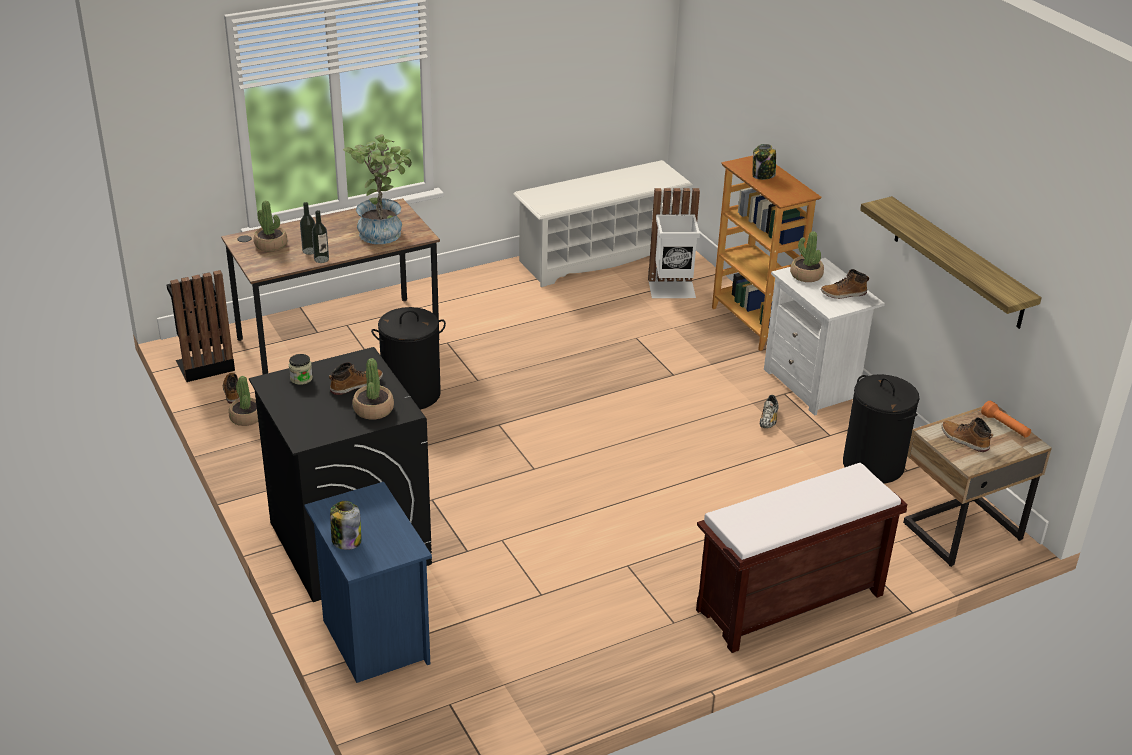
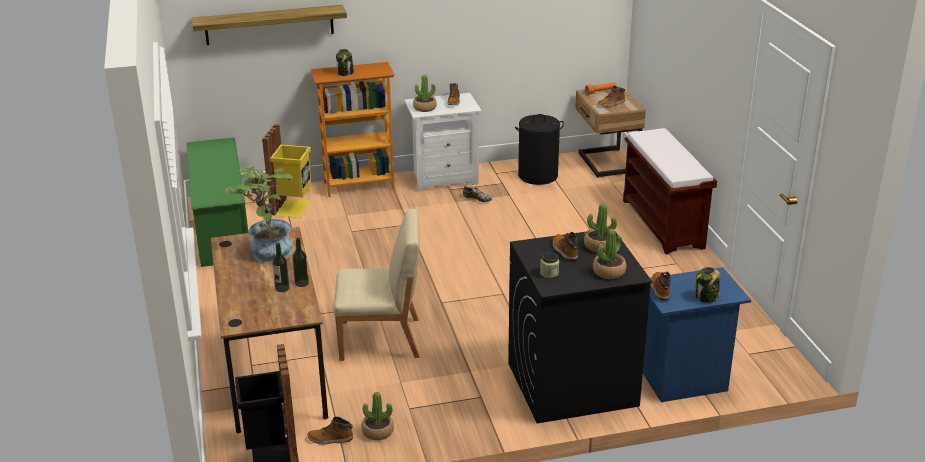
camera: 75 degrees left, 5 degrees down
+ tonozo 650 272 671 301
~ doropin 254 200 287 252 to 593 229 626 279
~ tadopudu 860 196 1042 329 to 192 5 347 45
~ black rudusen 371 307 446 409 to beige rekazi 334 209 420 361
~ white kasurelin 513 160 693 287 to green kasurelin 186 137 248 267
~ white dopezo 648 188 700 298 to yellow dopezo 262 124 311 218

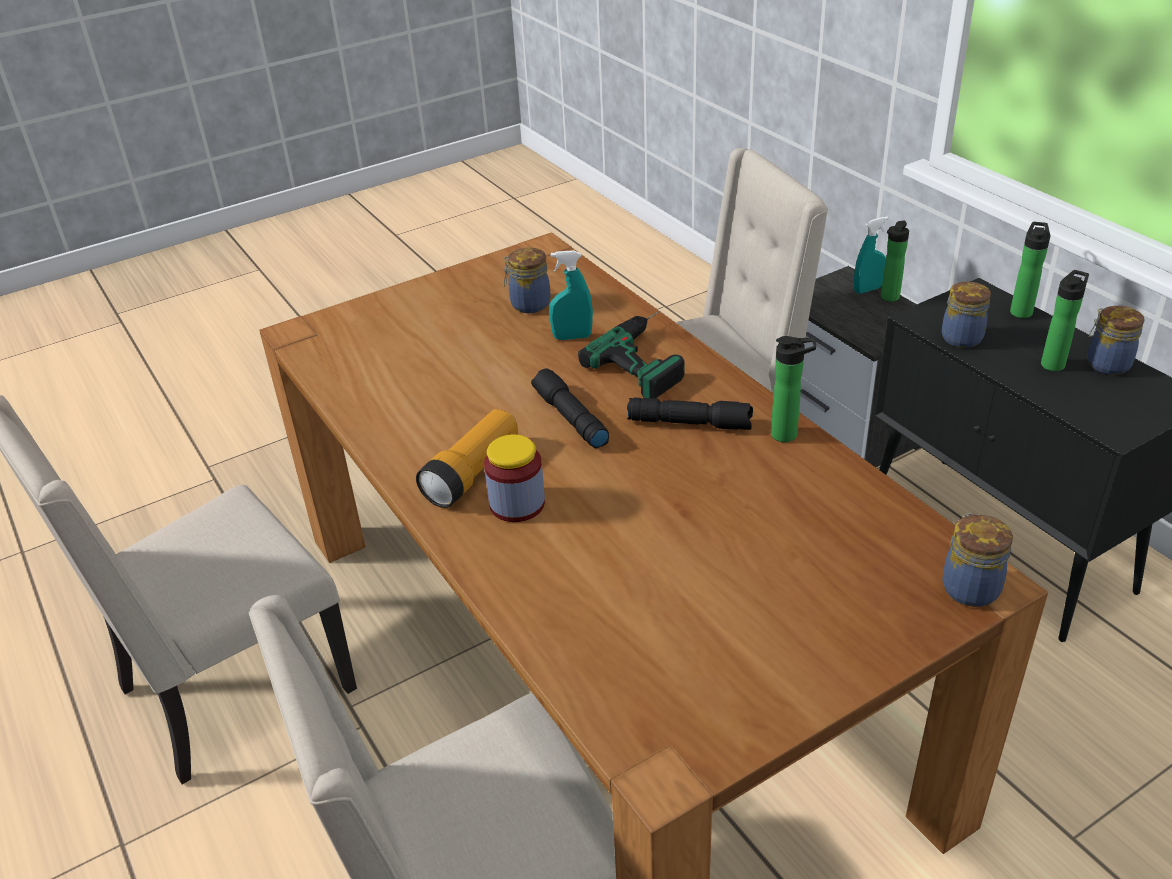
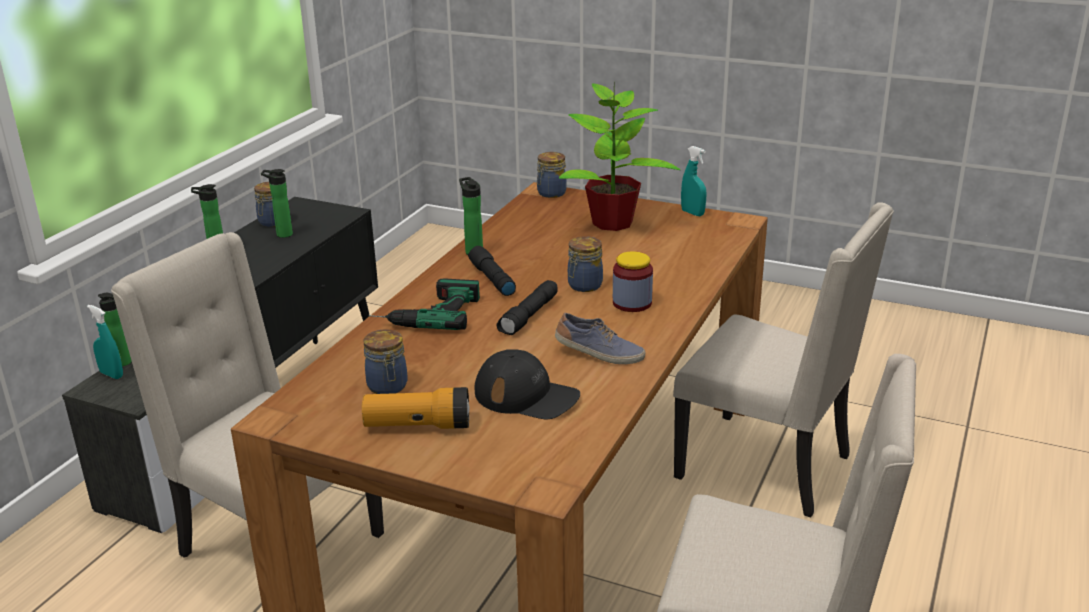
camera: 125 degrees left, 10 degrees down
+ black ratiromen 475 349 580 419
+ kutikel 555 313 646 364
+ doropin 559 82 681 231
~ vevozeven 416 409 518 508 to 362 387 470 429
~ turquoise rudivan 549 250 593 340 to 681 146 706 216
~ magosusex 942 282 991 348 to 568 236 603 292

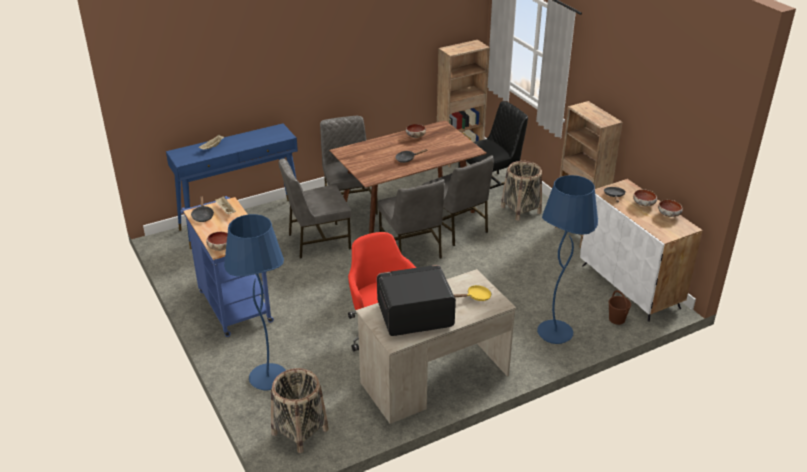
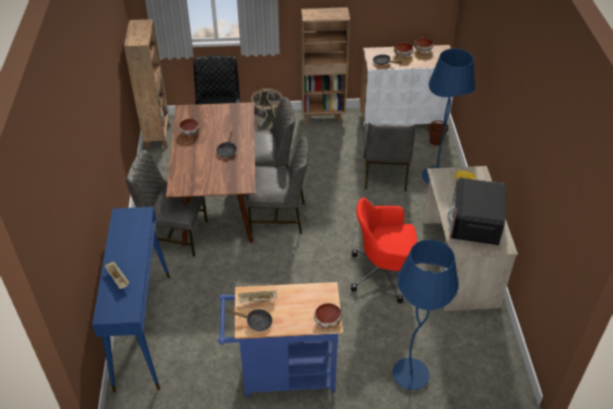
camera: 65 degrees left, 10 degrees up
- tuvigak 271 368 329 453
~ grey rekazi 278 159 352 259 to 364 122 416 192

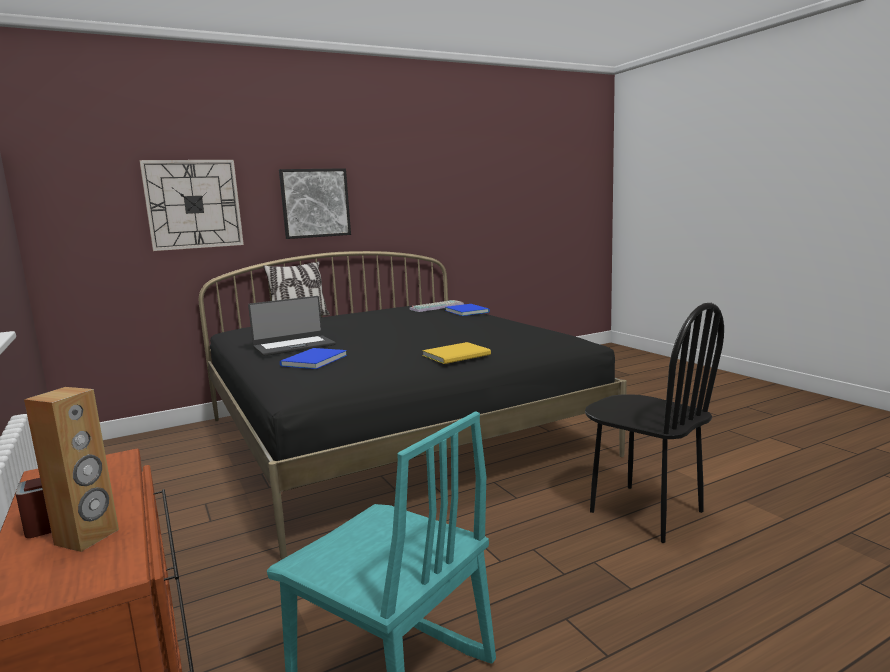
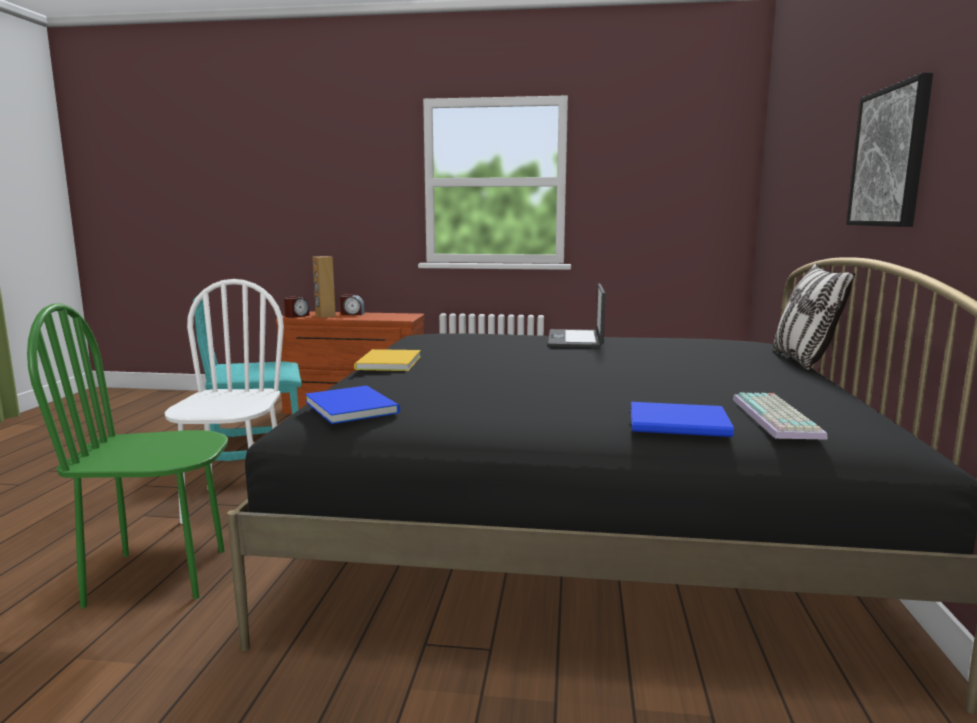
camera: 125 degrees right, 0 degrees up
- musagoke 139 160 244 251
+ white rekazi 165 279 284 524
+ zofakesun 284 296 309 318
~ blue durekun 280 348 347 369 to 305 385 400 424
~ black rekazi 585 303 724 543 to green rekazi 27 303 228 608

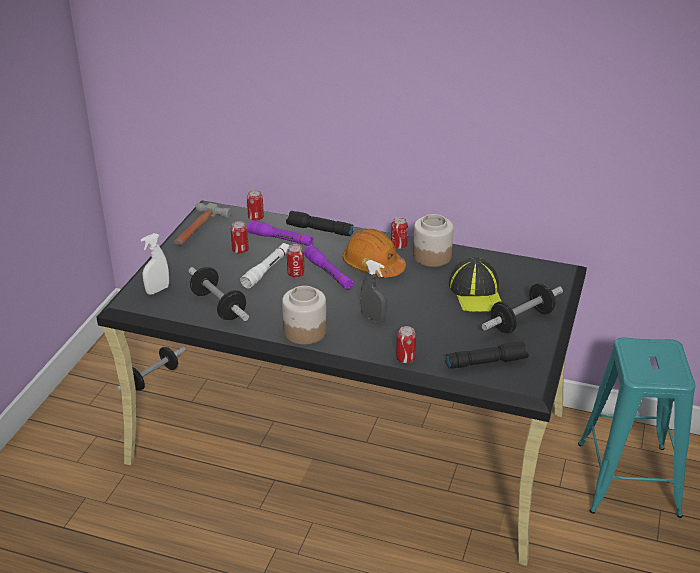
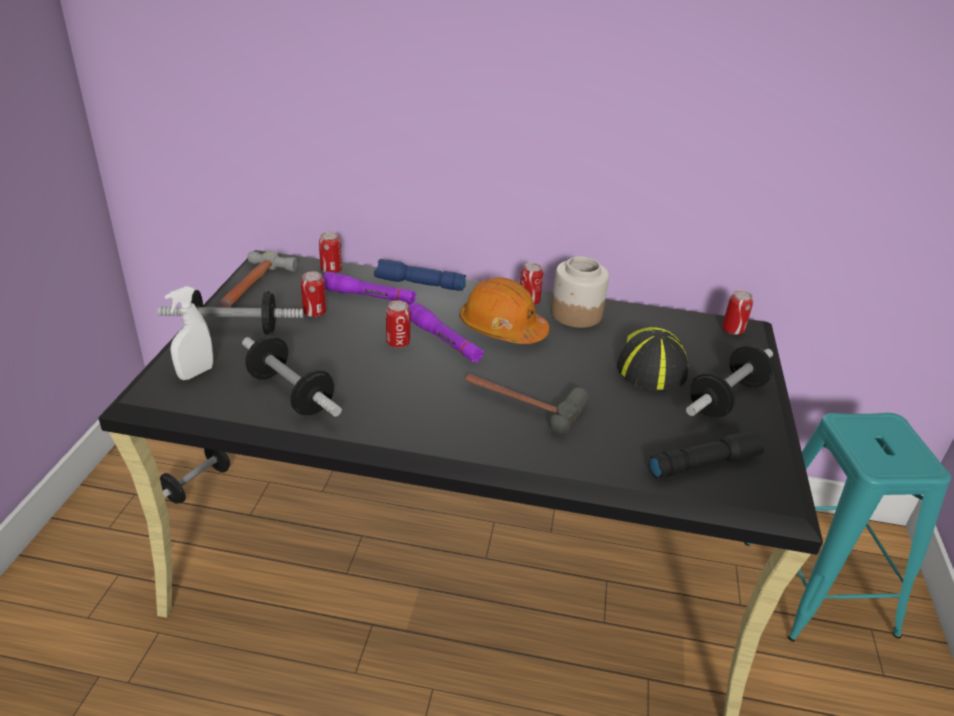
camera: 10 degrees left, 0 degrees up
- white vevozeven 240 243 289 288
- magosusex 282 286 327 345
+ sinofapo 158 290 304 334
~ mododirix 396 326 416 363 to 722 290 753 335
~ grey rudivan 360 260 387 322 to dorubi 465 374 589 434
~ black vevozeven 286 211 353 236 to blue vevozeven 374 259 466 291
~ ratiromen 449 257 502 312 = 617 327 688 391 150 degrees counterclockwise

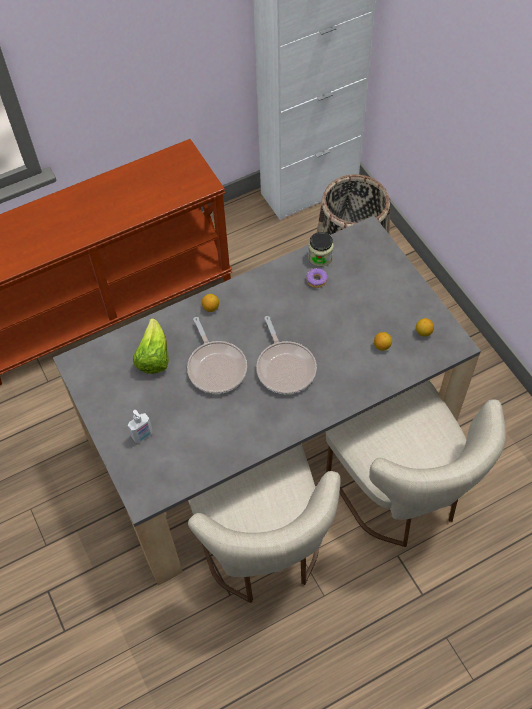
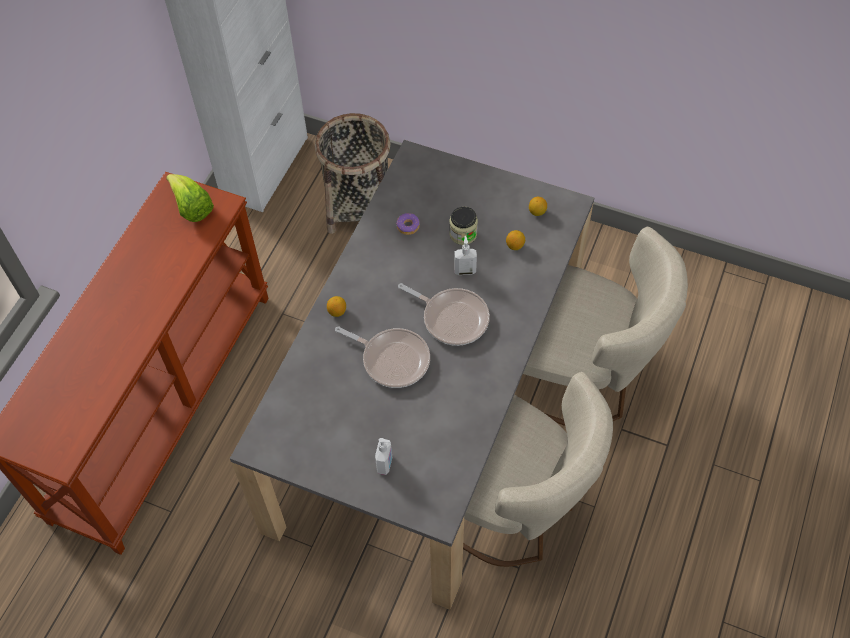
camera: 40 degrees left, 0 degrees up
+ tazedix 454 236 477 275
~ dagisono 133 318 169 374 to 166 174 214 222
~ magosusex 308 232 334 266 to 449 207 478 245

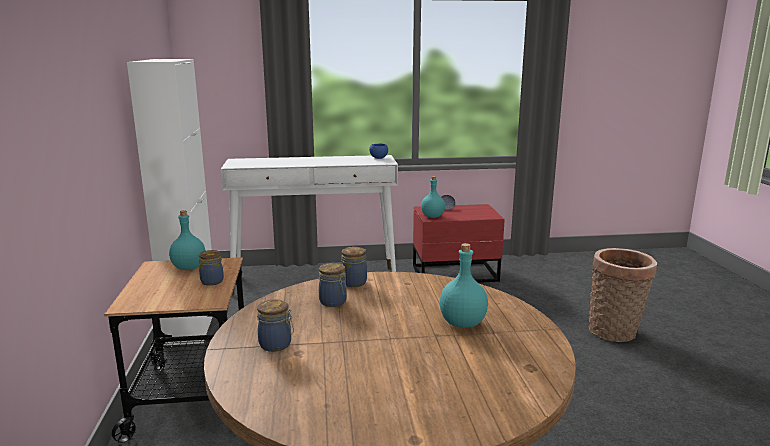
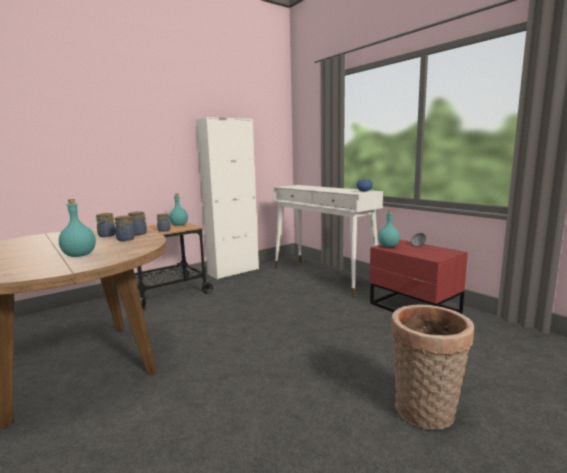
camera: 60 degrees right, 5 degrees down
~ magosusex 257 299 294 352 to 115 215 135 241

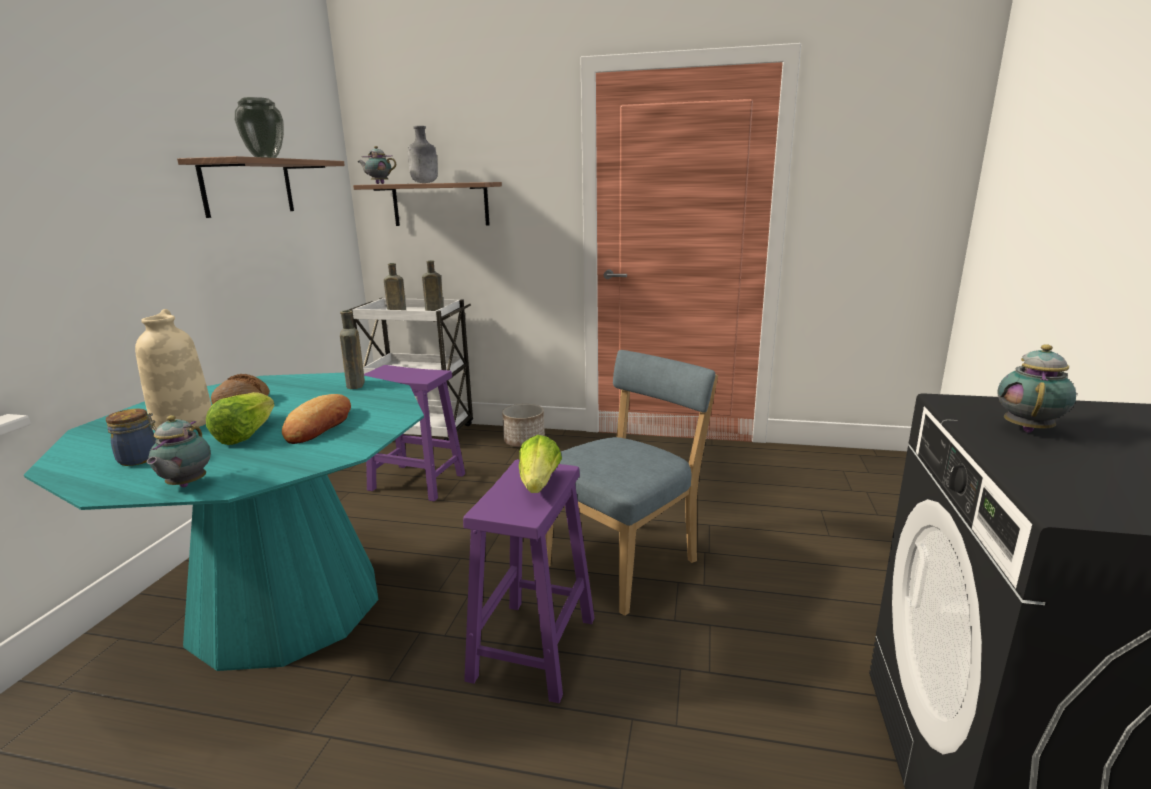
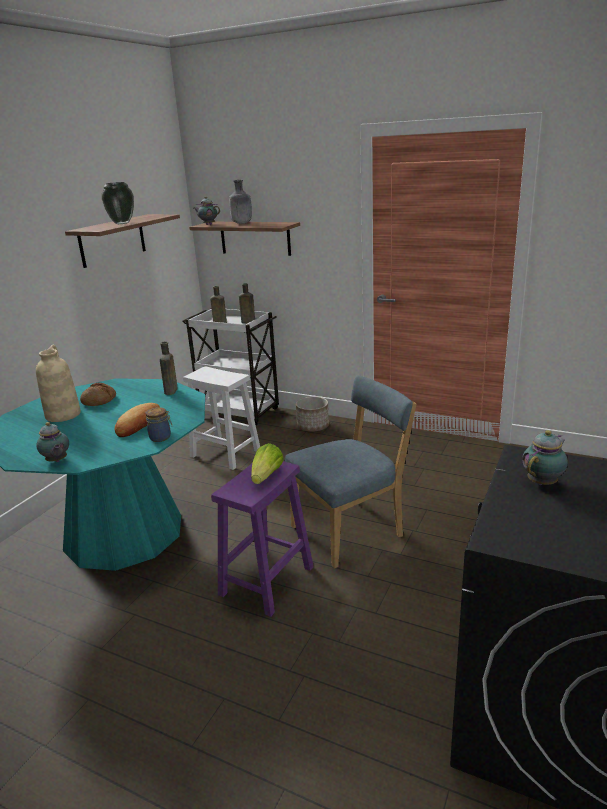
camera: 15 degrees right, 5 degrees up
- dagisono 206 392 275 445
~ magosusex 106 409 157 466 to 145 407 172 442
~ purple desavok 364 365 465 502 to white desavok 183 366 260 470
~ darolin 147 415 211 487 = 36 422 69 462 45 degrees counterclockwise

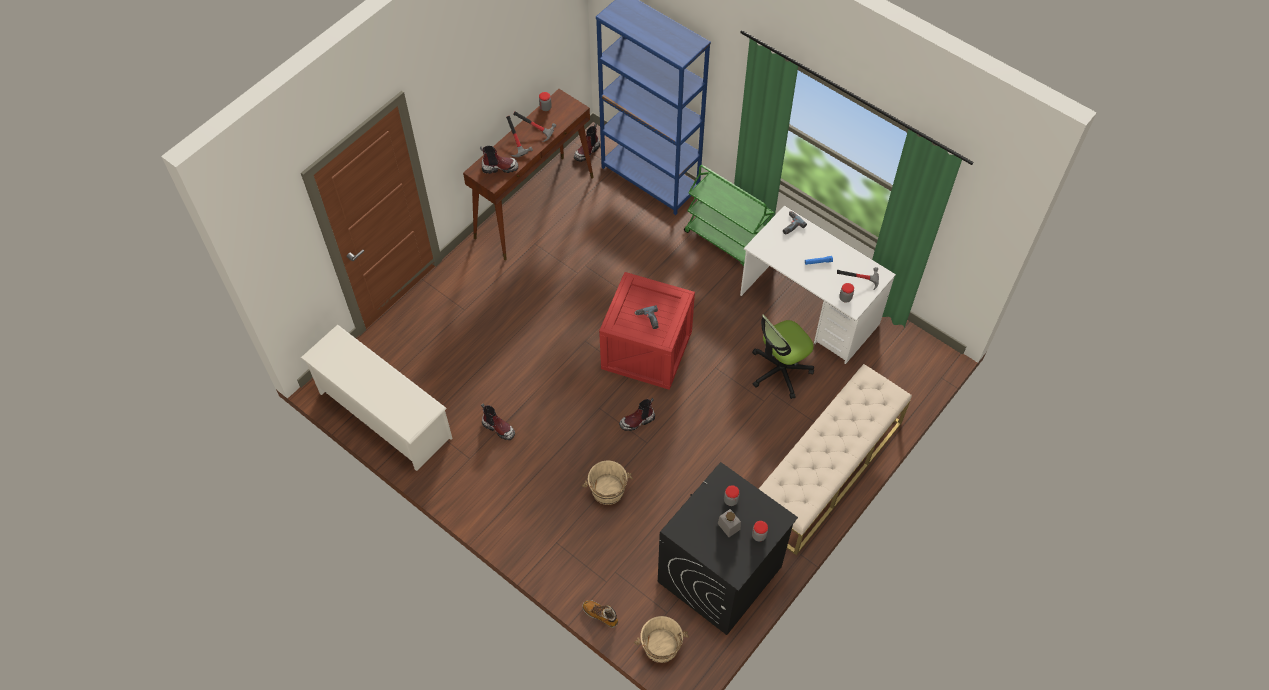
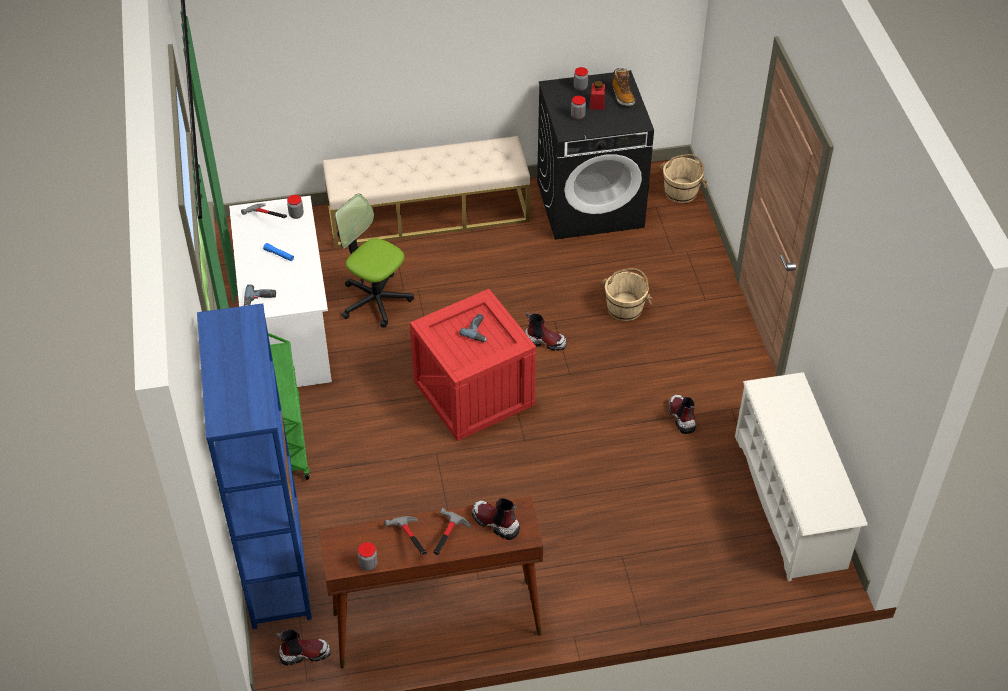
camera: 140 degrees left, 10 degrees down
~ tonozo 582 600 618 628 to 612 68 635 106
~ grey magosusex 718 509 741 537 to red magosusex 590 81 605 110
~ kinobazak 752 315 814 399 = 335 194 414 328 150 degrees counterclockwise

